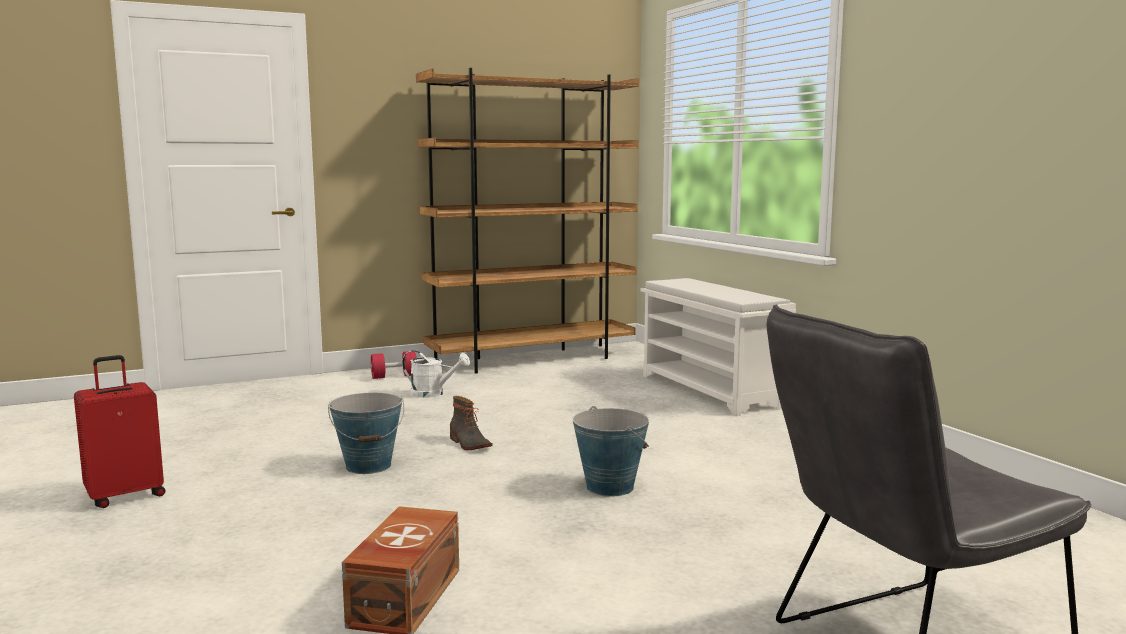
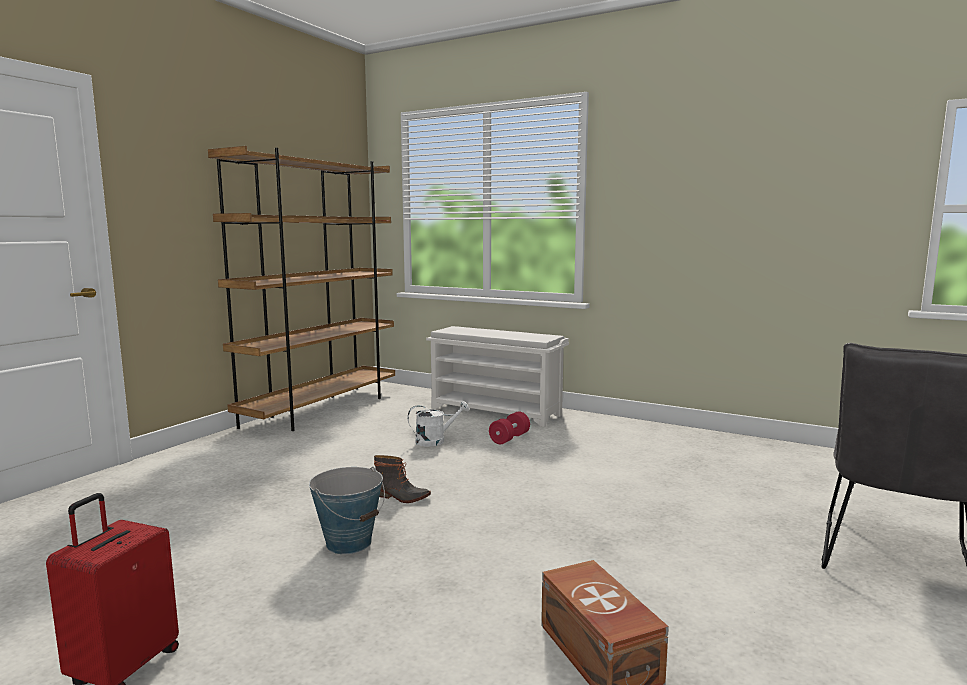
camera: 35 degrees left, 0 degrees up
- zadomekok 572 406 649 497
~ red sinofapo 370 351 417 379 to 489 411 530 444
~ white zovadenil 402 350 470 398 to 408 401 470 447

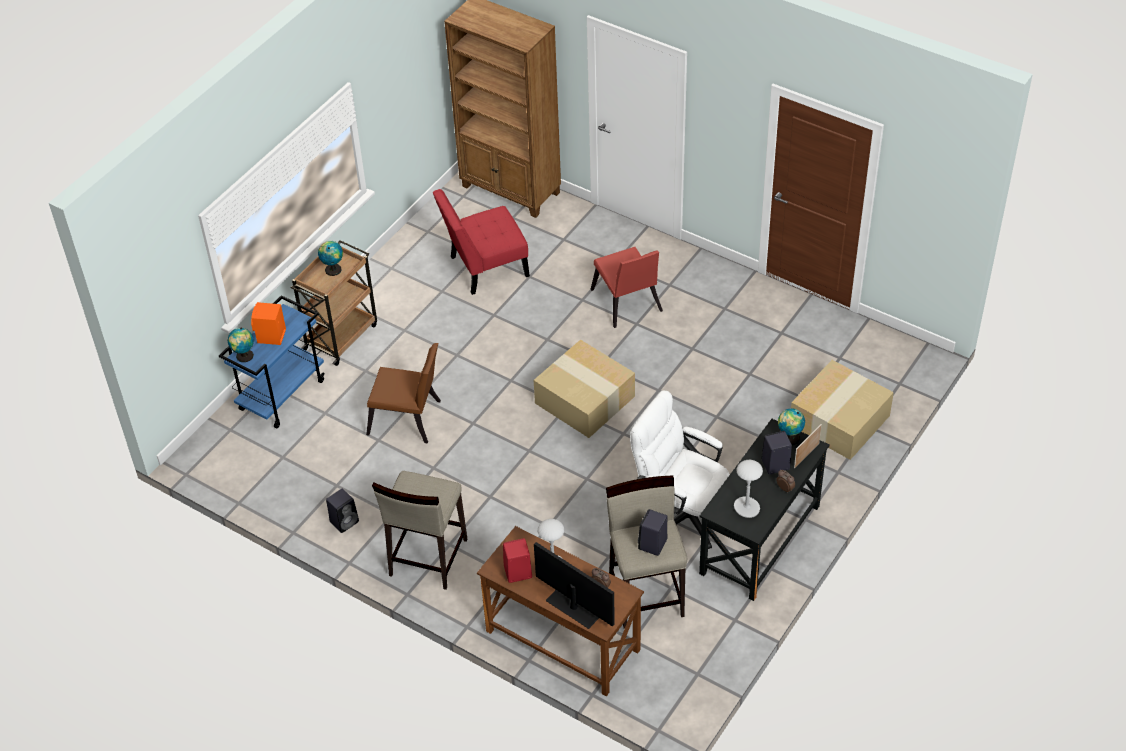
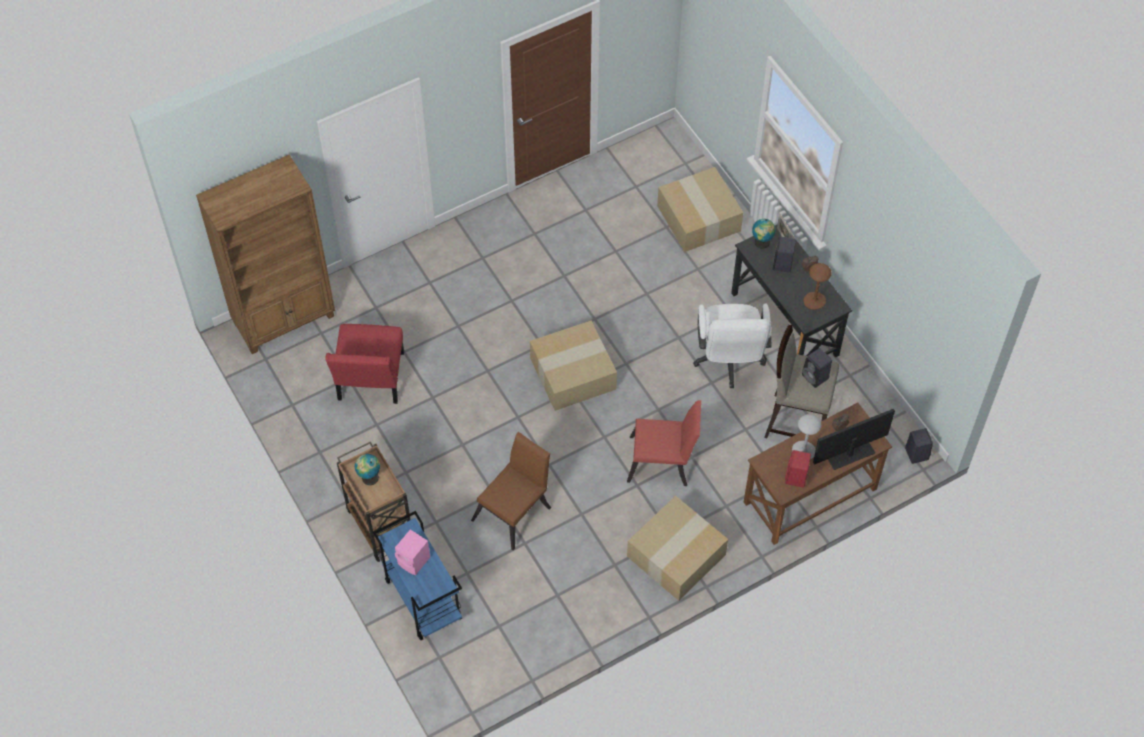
camera: 65 degrees left, 10 degrees up
- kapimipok 228 328 254 362
~ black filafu 326 489 359 533 to 905 428 933 464
~ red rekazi 591 247 663 328 to 627 400 701 486
~ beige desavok 372 471 468 590 to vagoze 627 496 728 601
~ orange filafu 251 302 286 345 to pink filafu 395 530 430 575
~ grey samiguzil 734 460 763 518 to brown samiguzil 803 263 832 310
~ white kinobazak 630 390 729 549 = 693 303 772 388 60 degrees counterclockwise

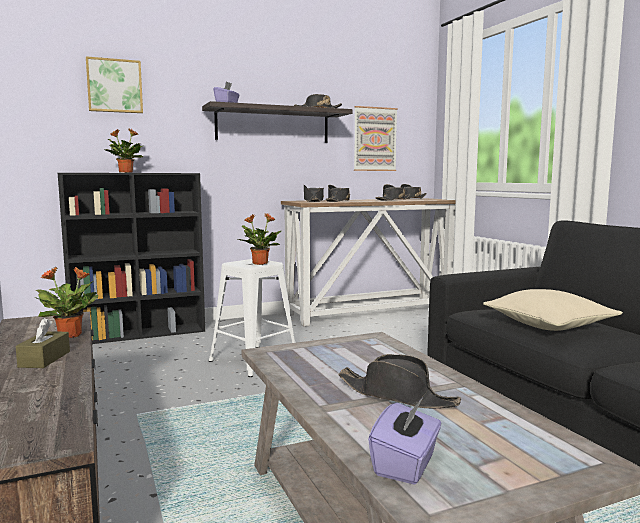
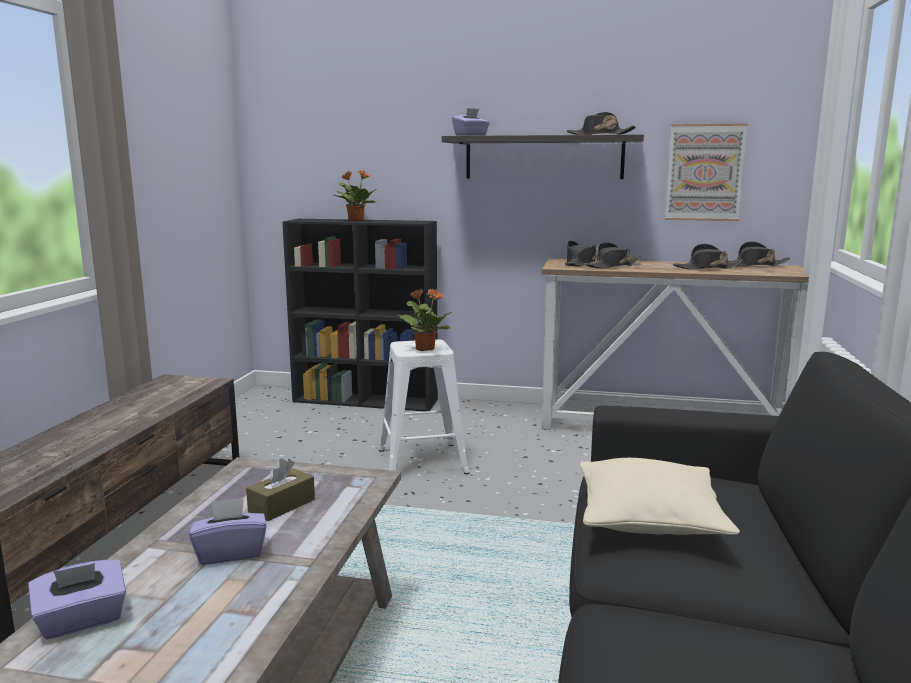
camera: 35 degrees right, 5 degrees up
- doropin 35 267 99 338
- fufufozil 86 56 143 113
~ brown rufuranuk 16 318 70 368 to 246 458 315 521
~ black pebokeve 338 354 461 408 to purple rufuranuk 189 498 266 565

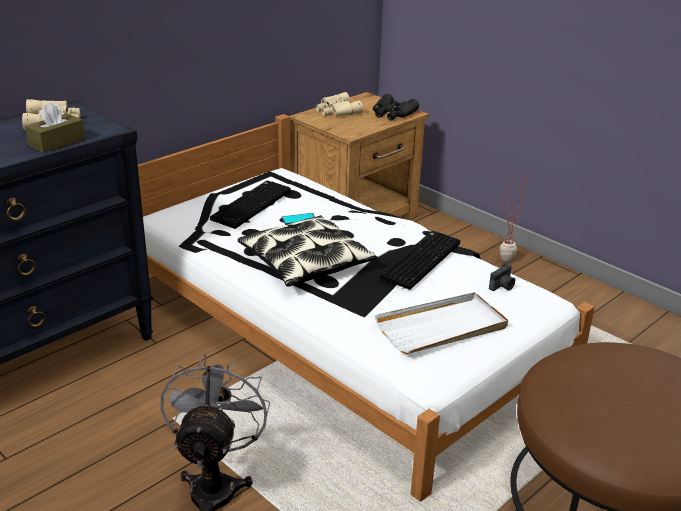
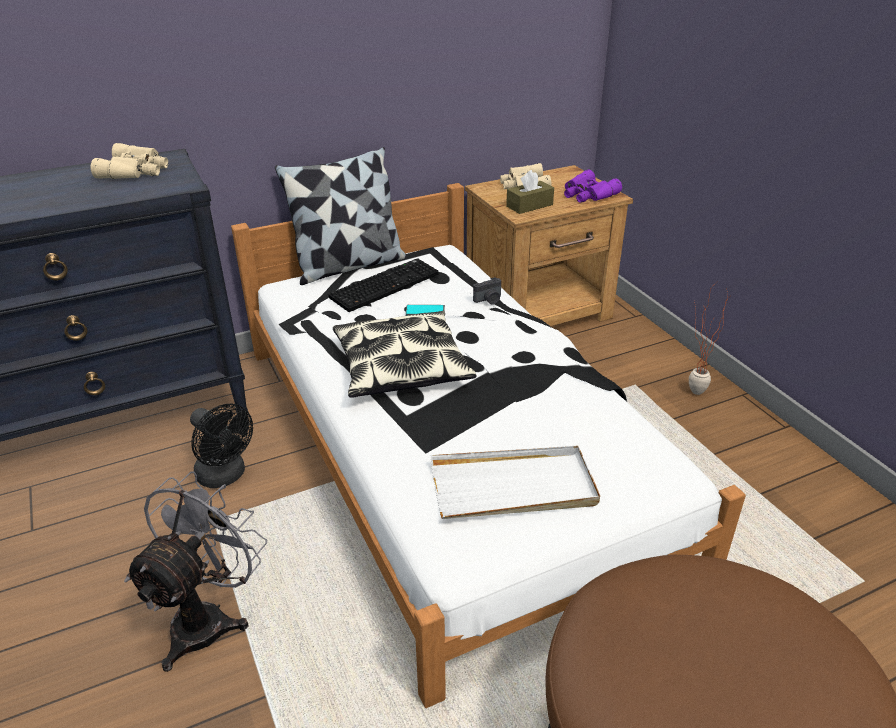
camera: 20 degrees right, 5 degrees up
- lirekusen 380 231 460 290
+ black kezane 190 404 253 488
+ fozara 275 147 406 285
~ brown rufuranuk 25 102 85 153 to 506 170 554 214
~ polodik 489 263 515 291 to 473 277 501 305
~ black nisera 373 94 419 120 to purple nisera 564 169 622 203

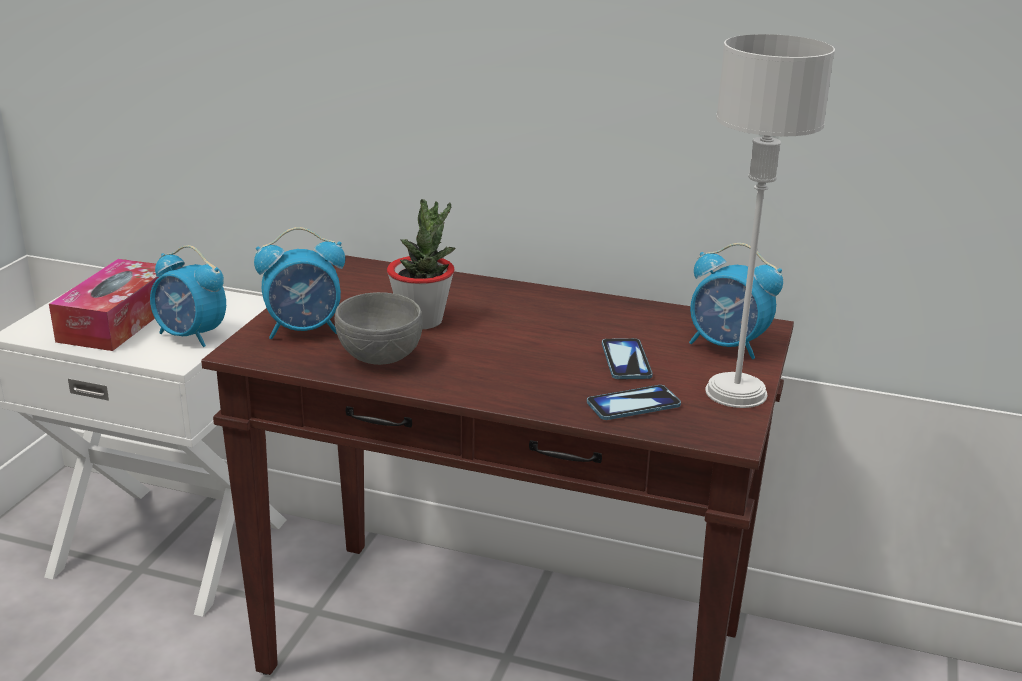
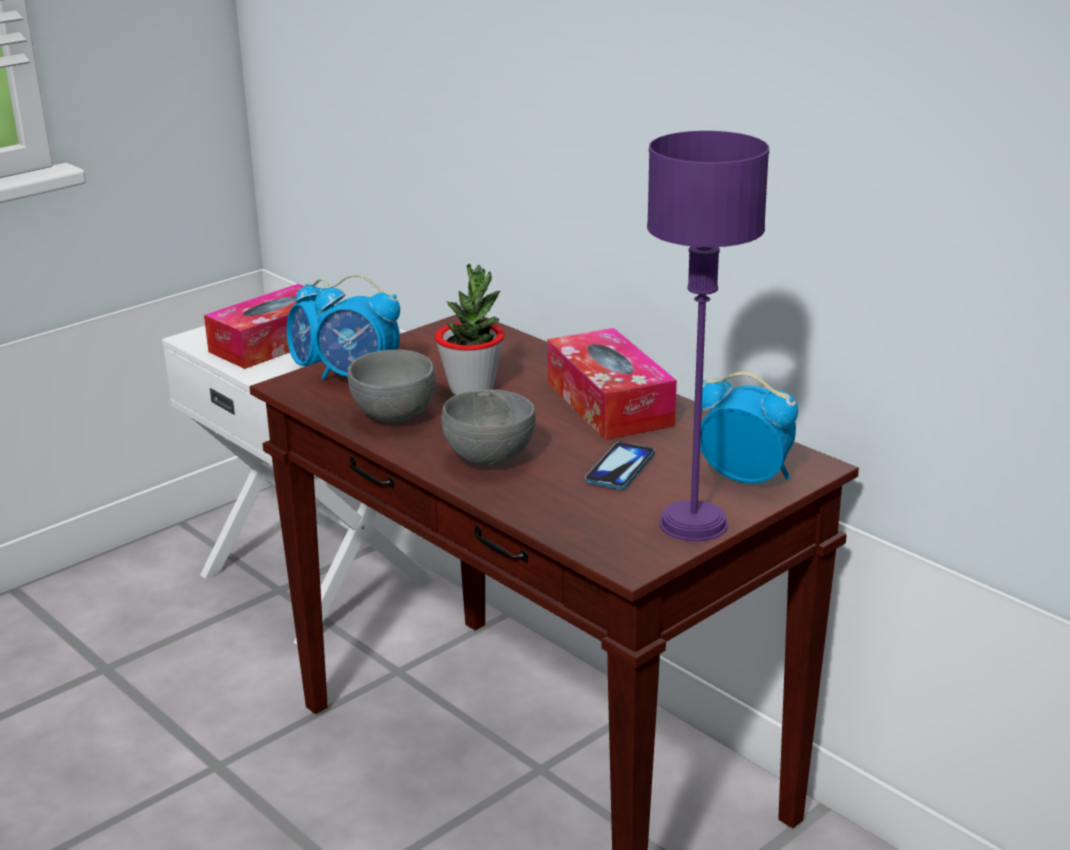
camera: 30 degrees right, 0 degrees up
- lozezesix 587 385 681 420
+ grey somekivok 441 390 535 466
+ rufuranuk 547 328 677 440
~ grey samiguzil 705 34 835 408 to purple samiguzil 647 131 769 541
~ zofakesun 689 243 783 359 = 700 372 798 484 150 degrees clockwise

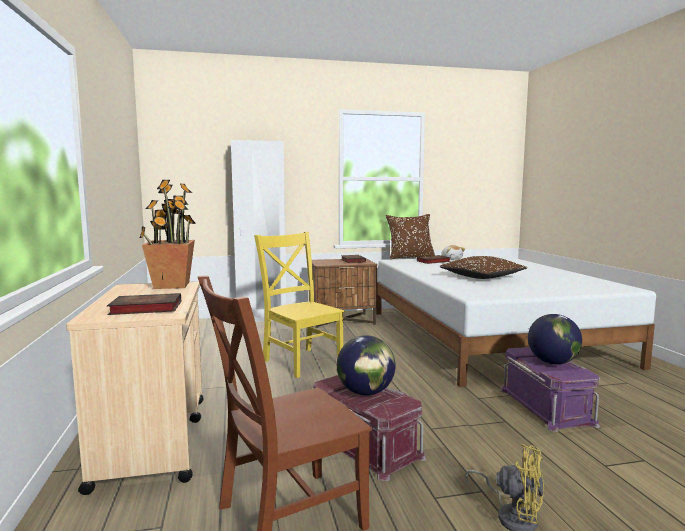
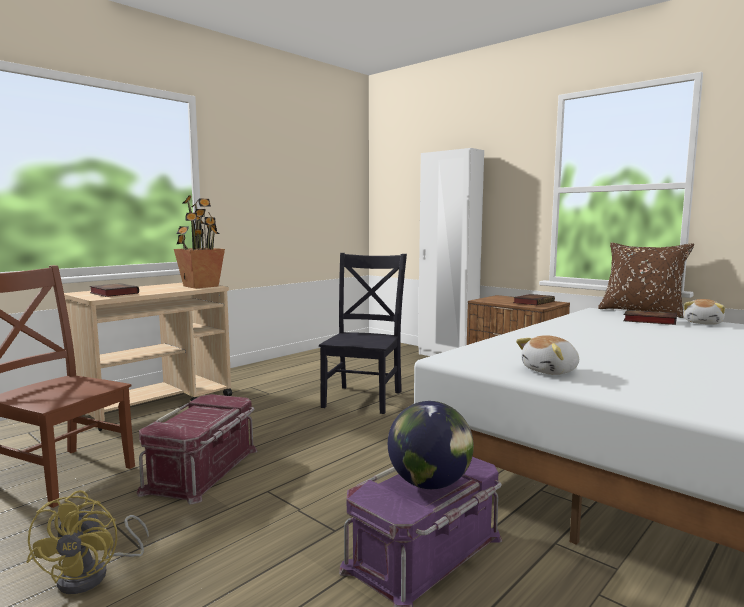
camera: 55 degrees right, 0 degrees up
- kapimipok 337 335 396 396
- brown fozara 439 256 528 279
+ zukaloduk 516 335 579 375
~ yellow rekazi 254 232 345 378 to black rekazi 319 253 407 414

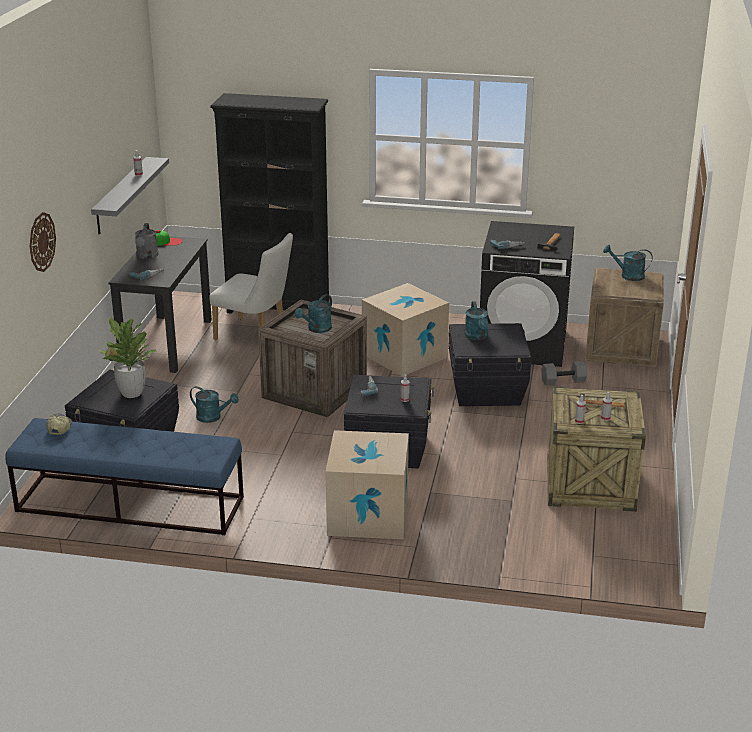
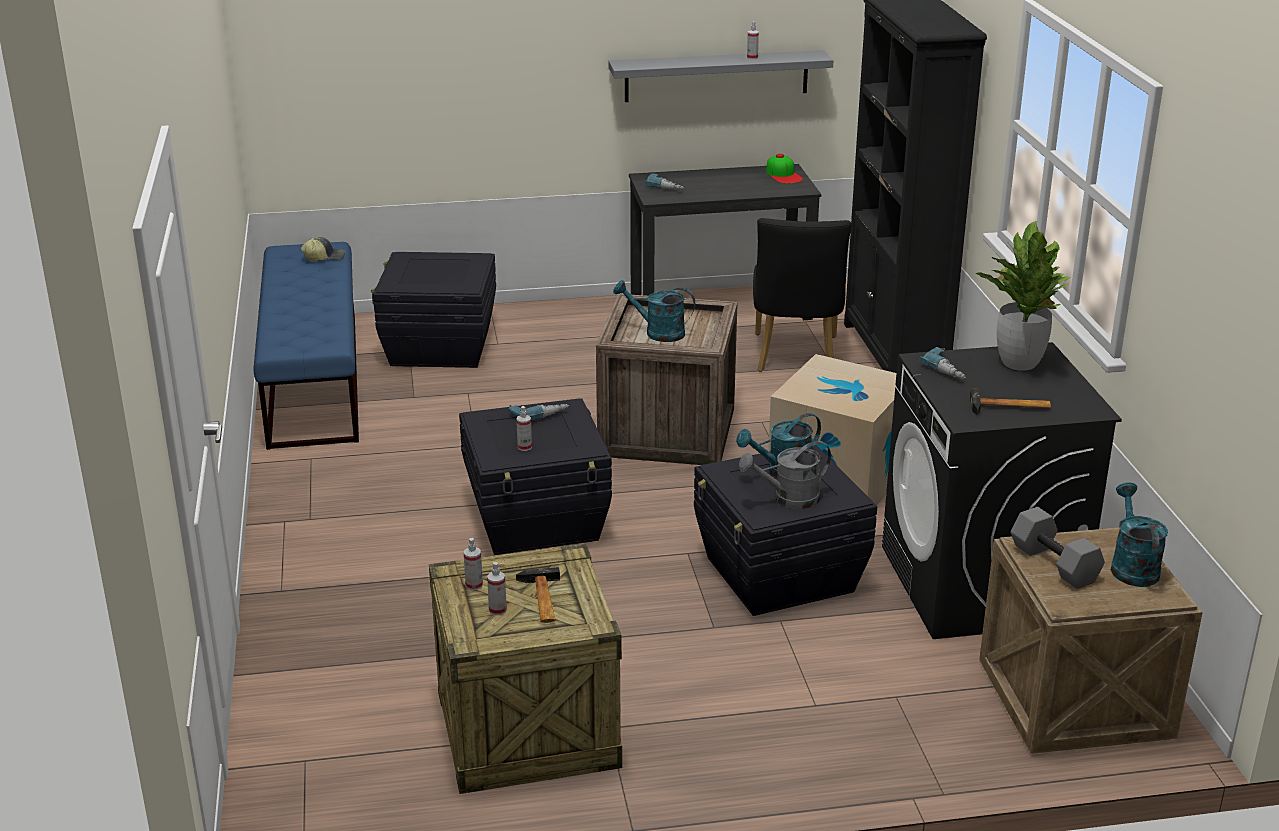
camera: 70 degrees right, 0 degrees up
- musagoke 30 212 56 272
- turquoise zovadenil 190 386 239 423
- vagoze 325 430 409 539
~ doropin 99 317 156 398 to 975 221 1071 371
~ grey zovadenil 135 223 159 259 to 739 441 831 509
~ grey sinofapo 541 361 587 385 to 1011 507 1105 589
~ white rekazi 209 233 293 340 to black rekazi 753 218 851 372

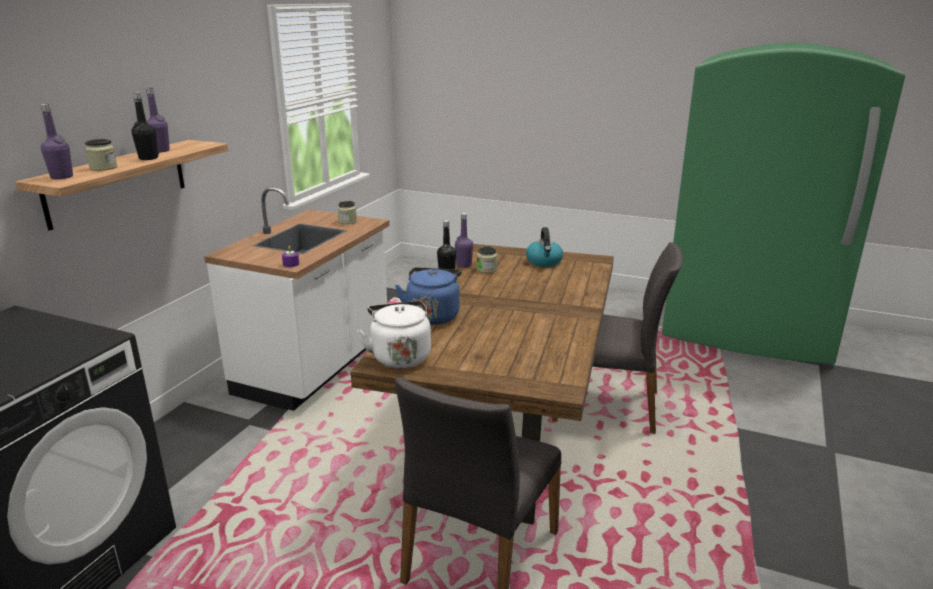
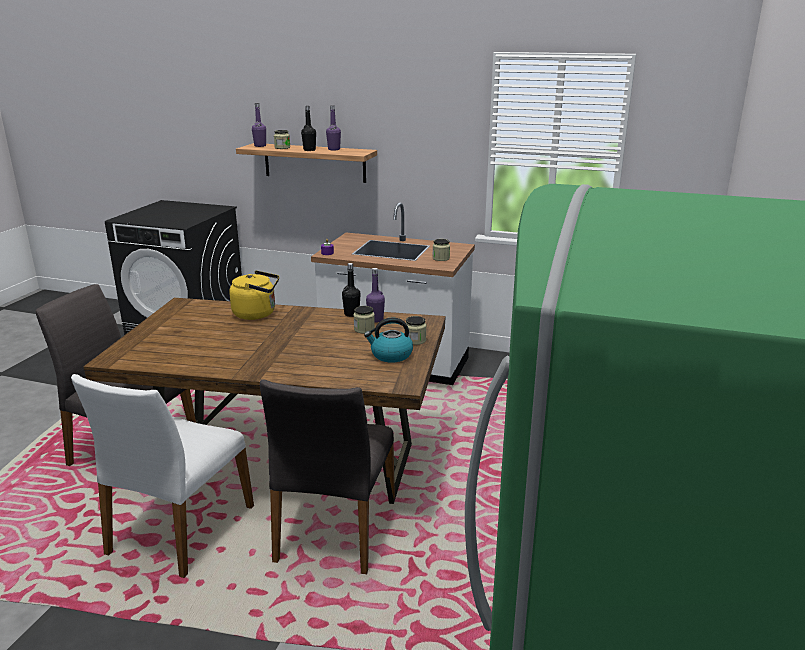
camera: 85 degrees right, 0 degrees up
- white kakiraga 357 301 431 369
+ white rekazi 71 374 254 578
+ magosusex 406 316 426 345
~ blue kakiraga 395 268 462 325 to yellow kakiraga 229 270 279 320

